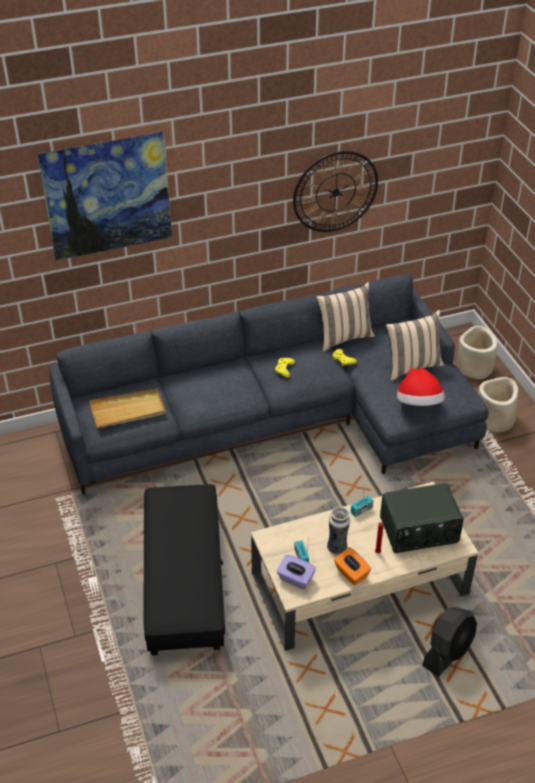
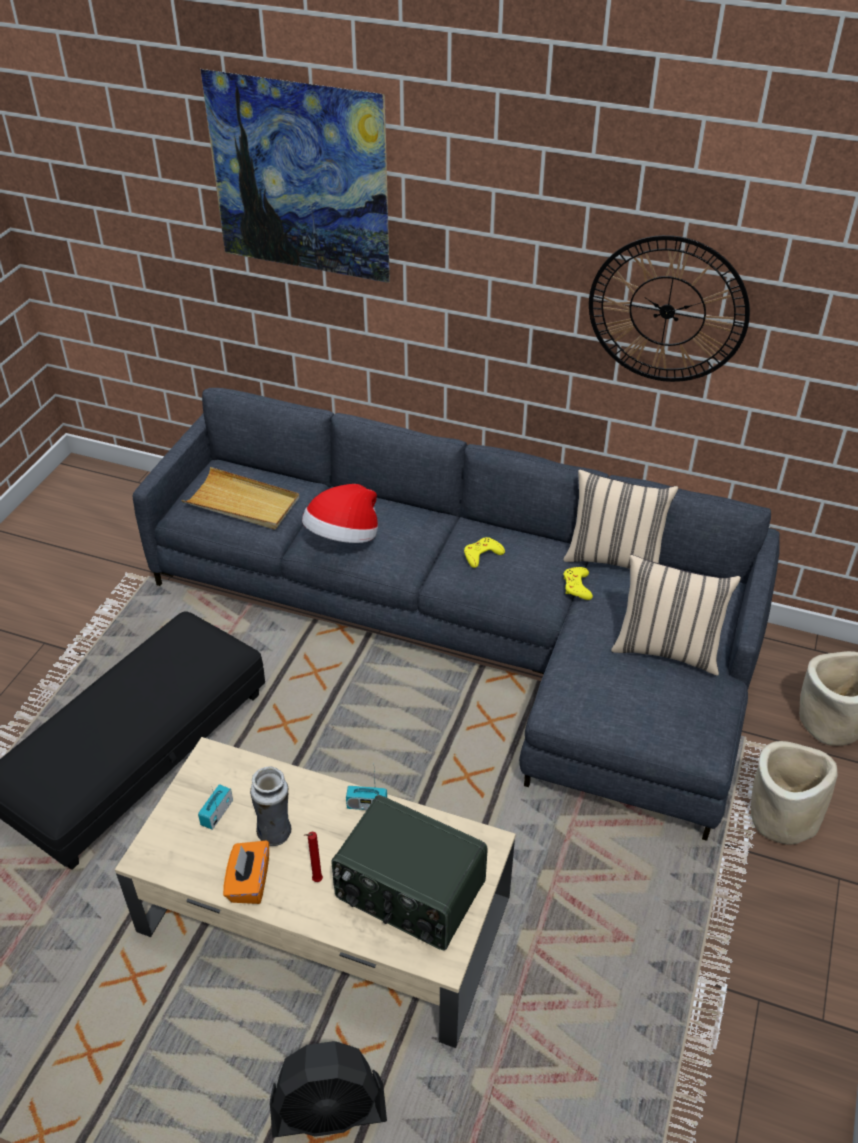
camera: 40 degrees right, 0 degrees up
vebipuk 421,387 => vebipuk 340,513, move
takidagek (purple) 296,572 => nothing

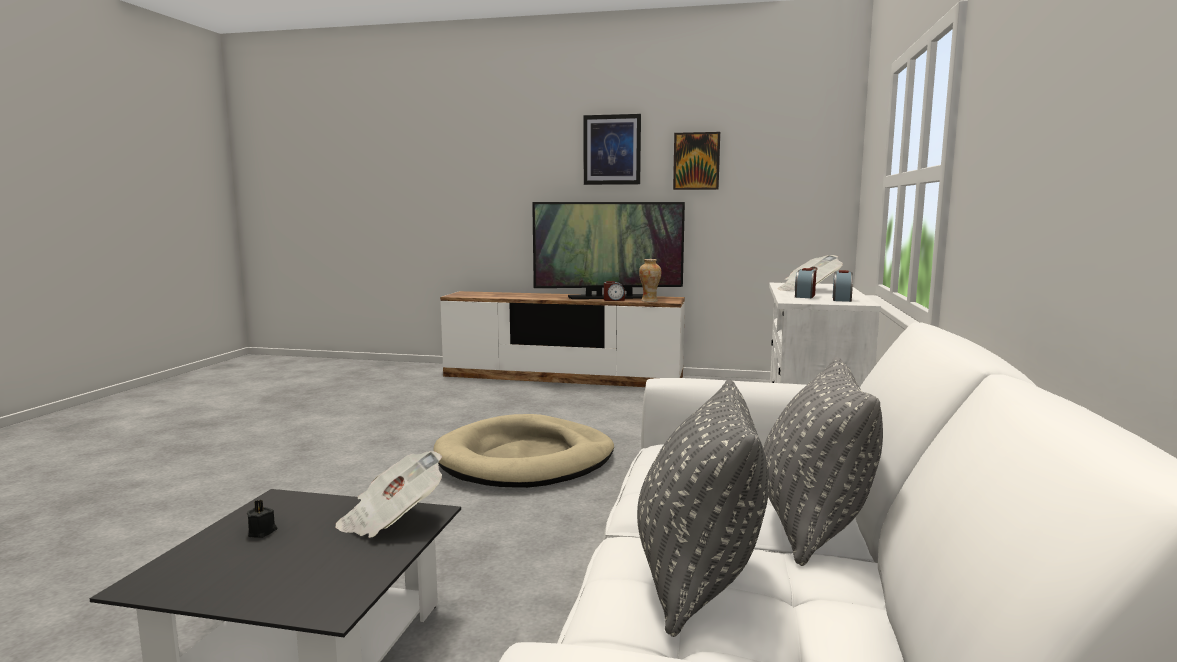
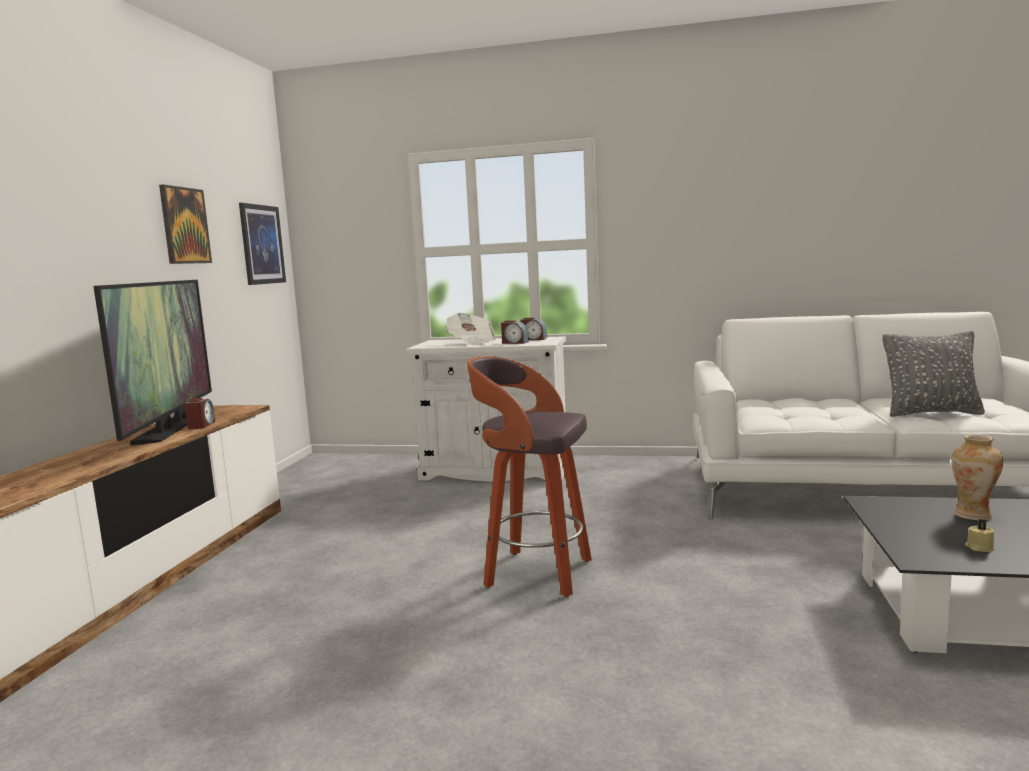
camera: 90 degrees left, 0 degrees up
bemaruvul 612,149 => bemaruvul 262,244, move
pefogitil 650,280 => pefogitil 977,477, move
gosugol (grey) 823,461 => nothing
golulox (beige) 523,451 => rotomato 529,476
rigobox 389,494 => nothing
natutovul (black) 262,519 => natutovul (beige) 980,535

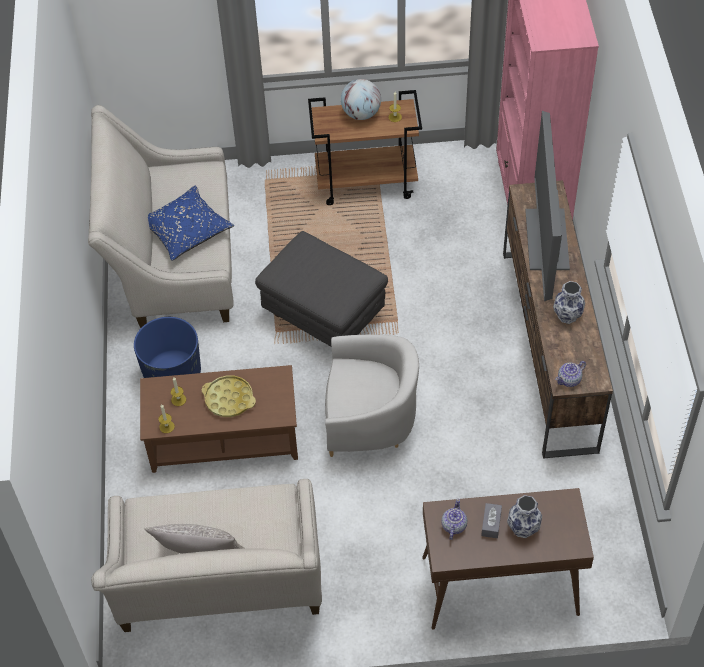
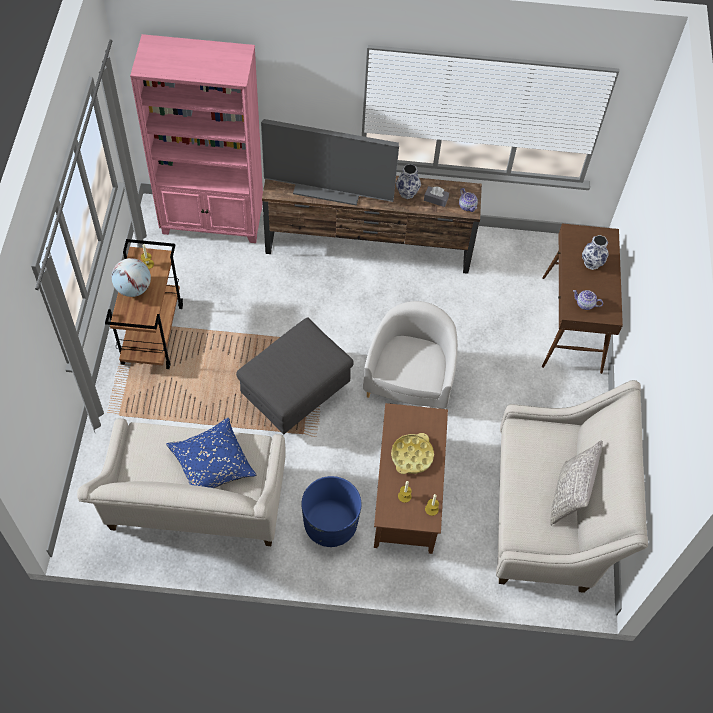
camera: 85 degrees left, 5 degrees up
takidagek (grey) 491,520 => takidagek (grey) 436,196, move

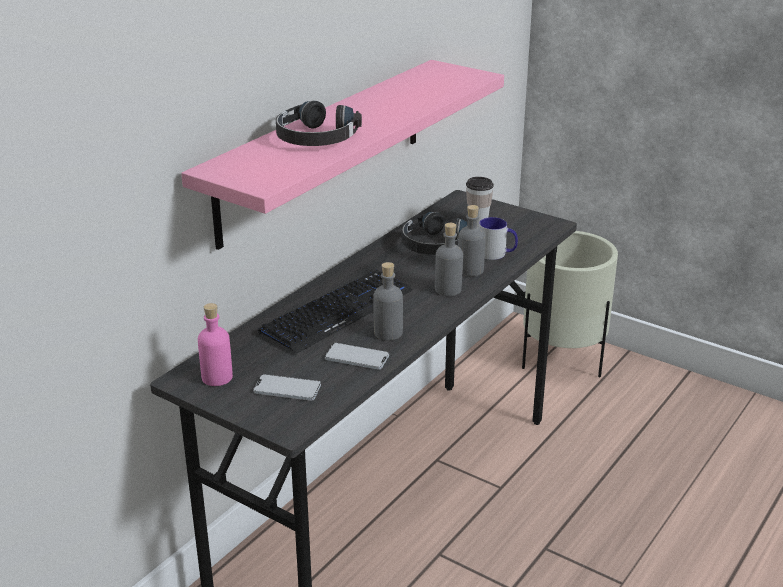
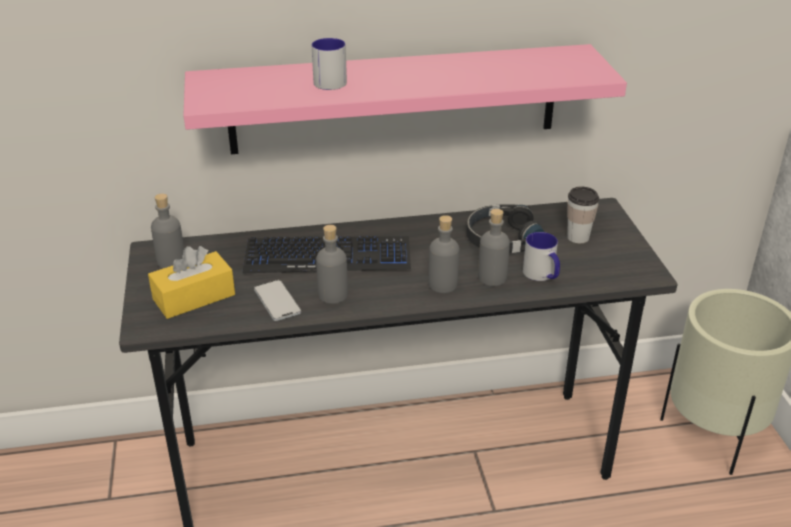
camera: 45 degrees right, 5 degrees up
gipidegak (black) 319,123 => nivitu 329,64
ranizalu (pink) 215,344 => ranizalu (grey) 167,231
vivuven 287,387 => takidagek (yellow) 191,282

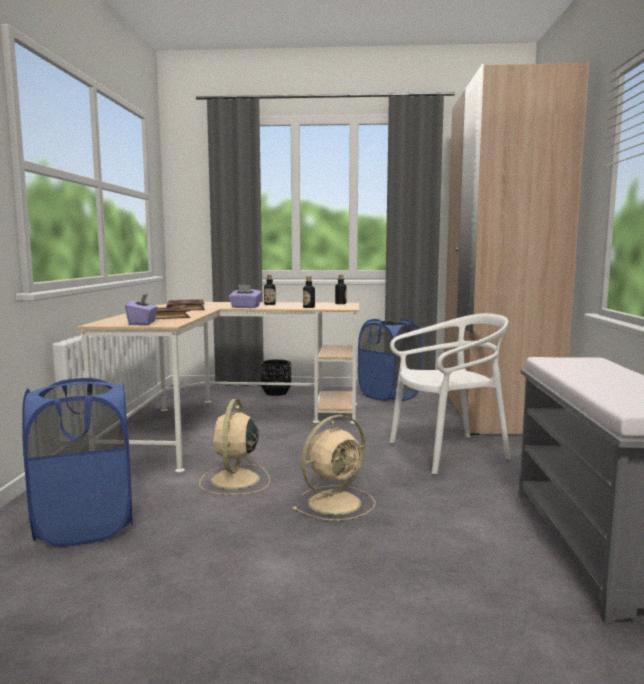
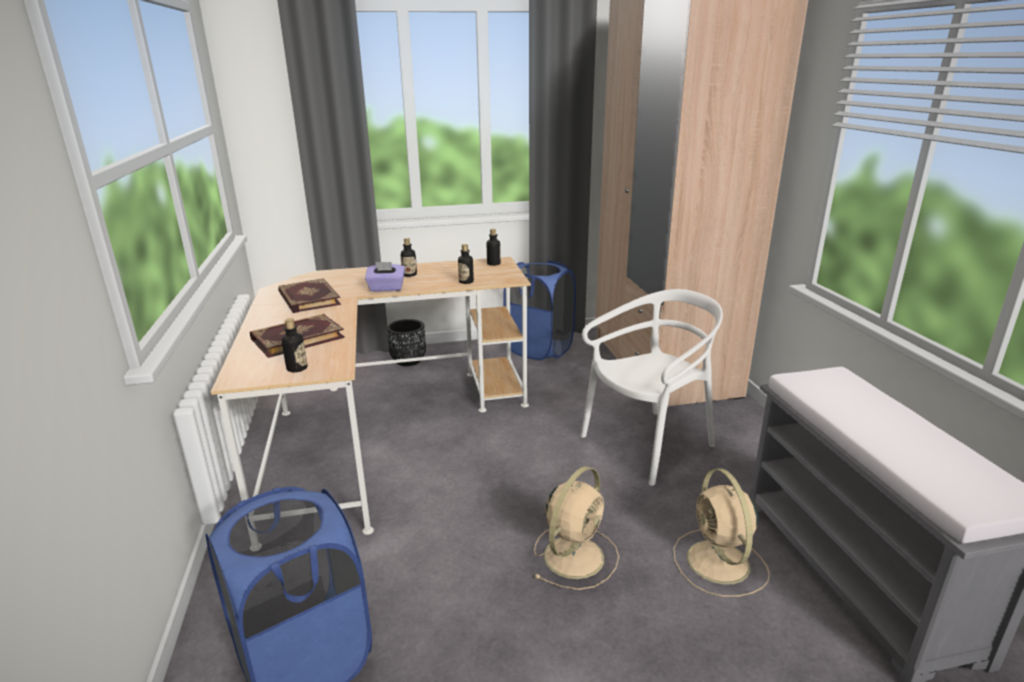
camera: 15 degrees left, 15 degrees up
takidagek (purple) 141,309 => ranizalu 294,345
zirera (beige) 234,447 => zirera (beige) 721,532, move

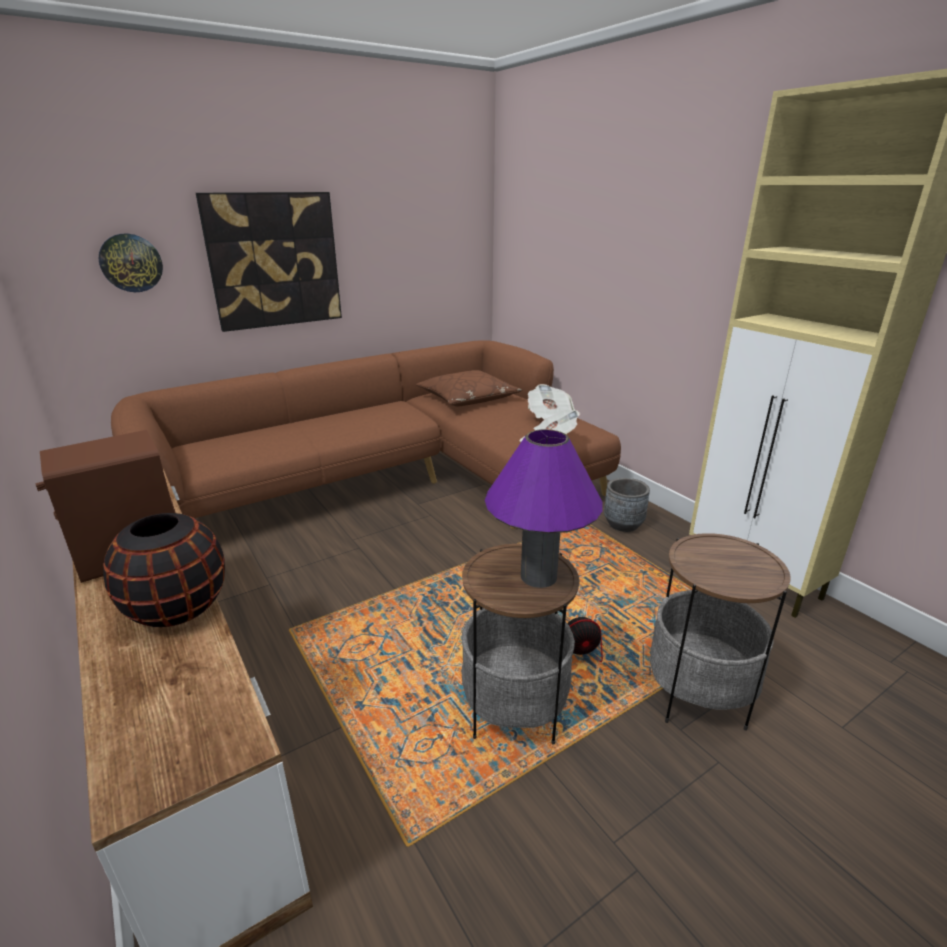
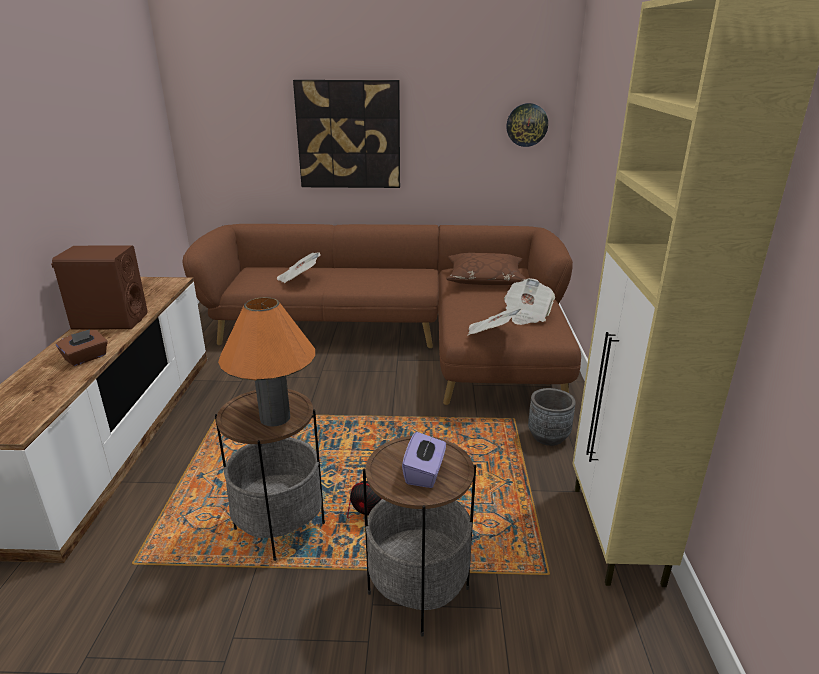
camera: 35 degrees right, 0 degrees up
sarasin 131,263 => sarasin 527,125, move
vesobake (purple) 544,508 => vesobake (orange) 266,362
pefogitil (black) 164,570 => takidagek (brown) 82,347
nothing => rigobox 299,267
nothing => takidagek (purple) 424,460

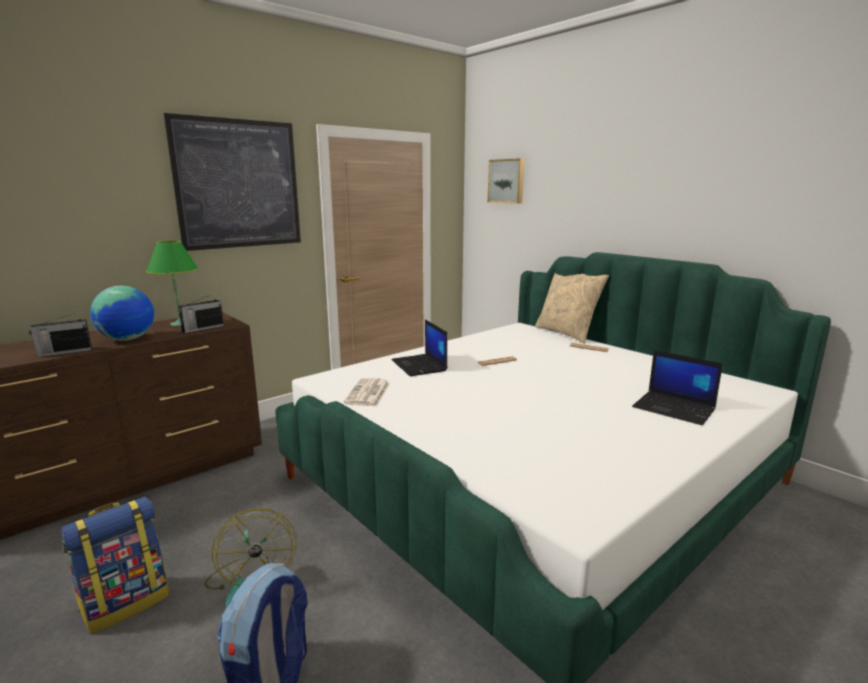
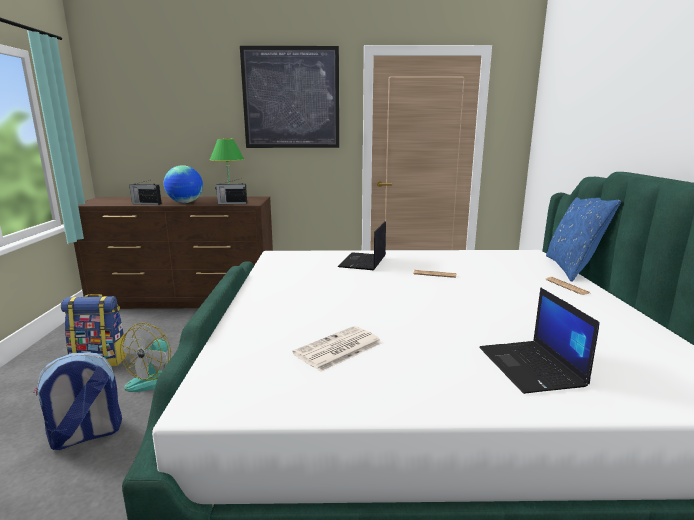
camera: 40 degrees right, 0 degrees up
bemaruvul 506,181 => nothing
gosugol (beige) 572,308 => gosugol (blue) 583,239
rigobox 367,392 => rigobox 337,349, move

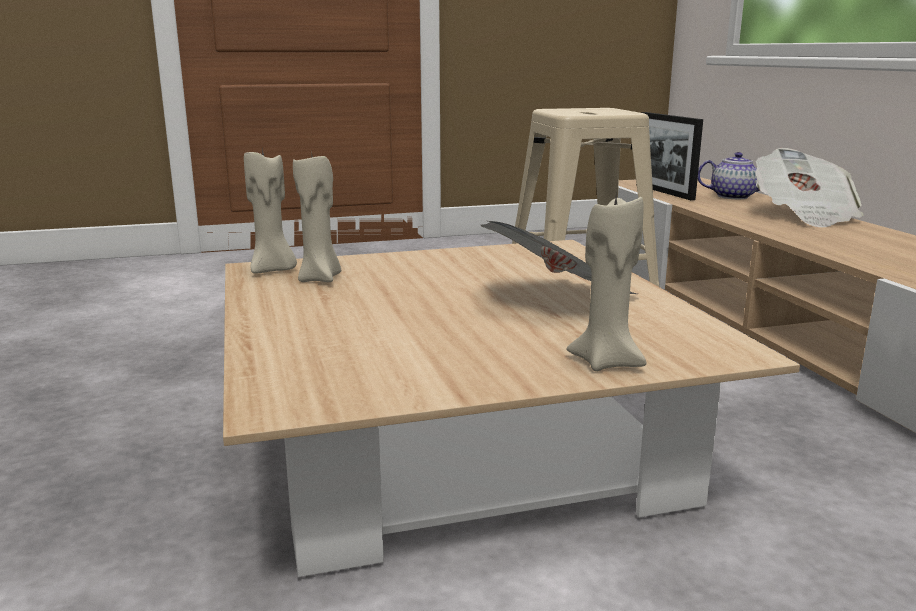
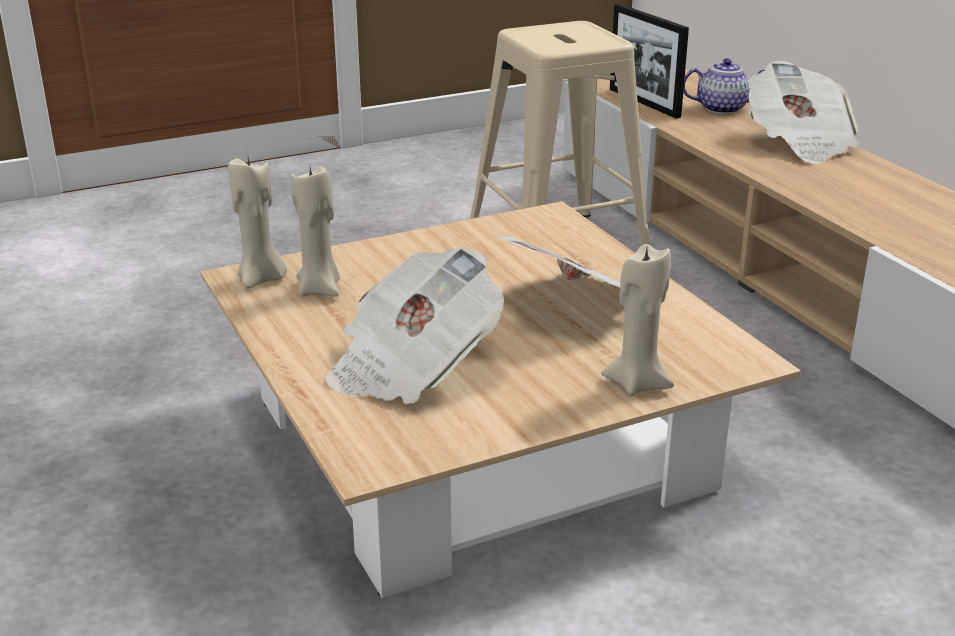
camera: 10 degrees left, 10 degrees up
nothing => rigobox 415,326

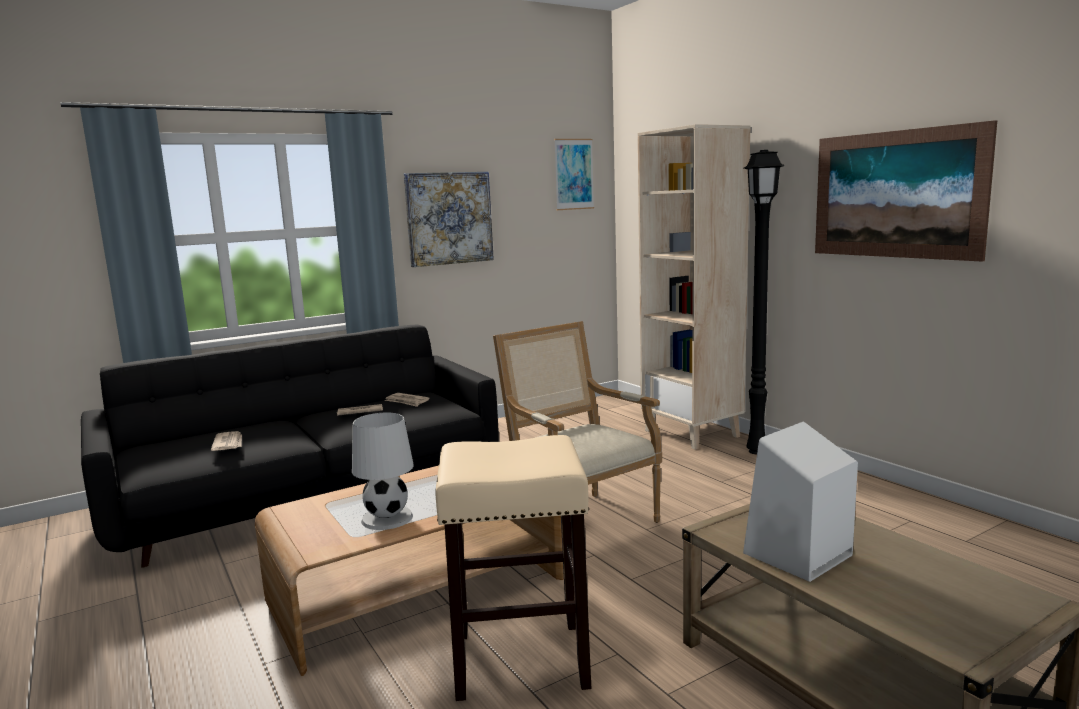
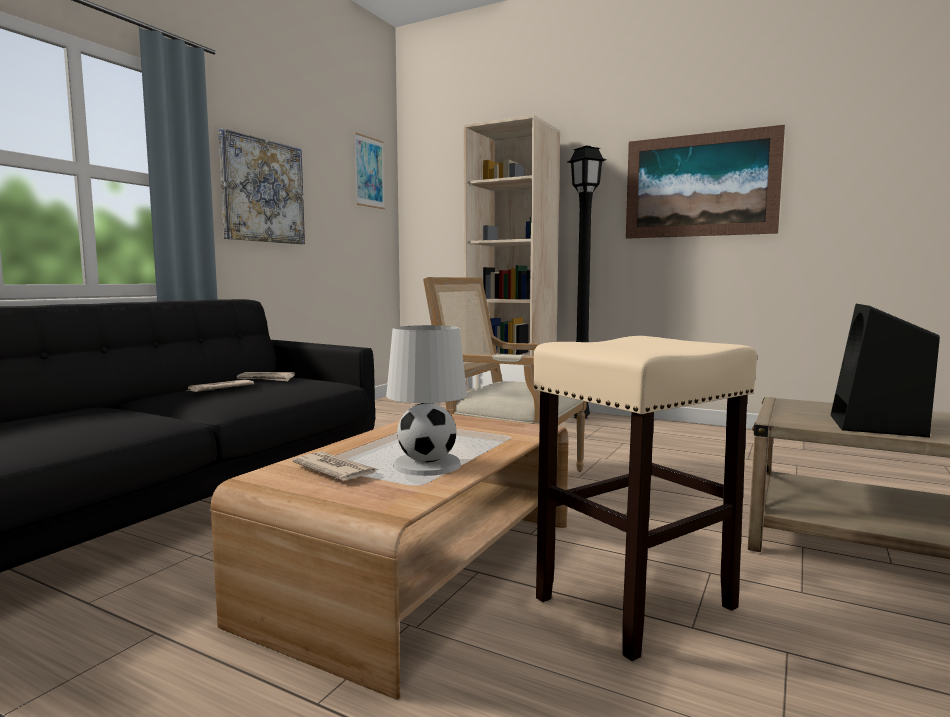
camera: 30 degrees left, 5 degrees down
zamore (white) 800,501 => zamore (black) 885,370
rigobox 226,441 => rigobox 335,466, move

